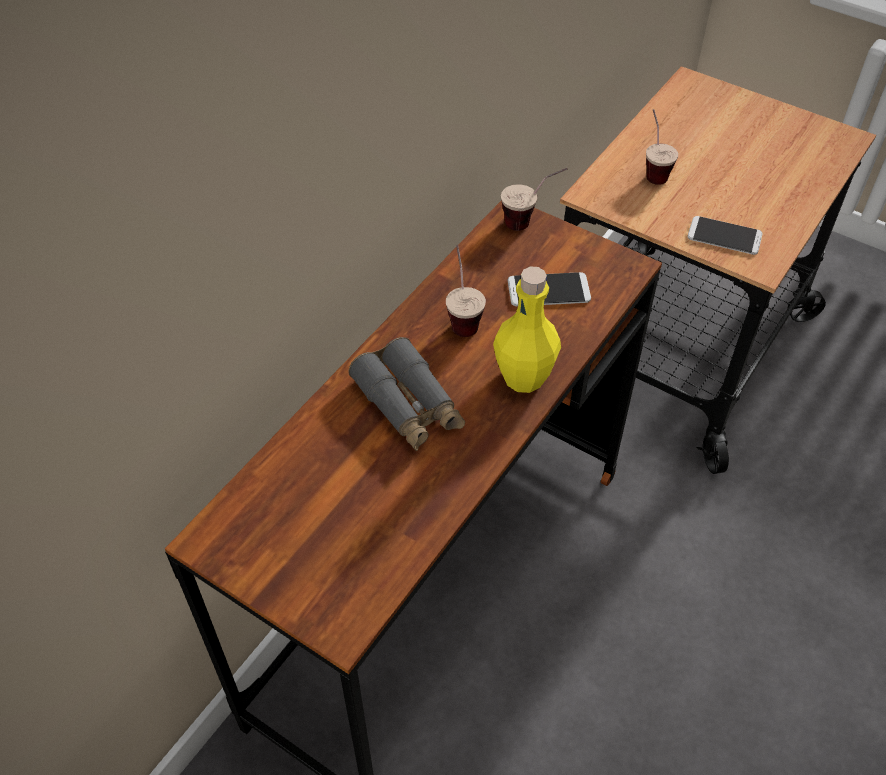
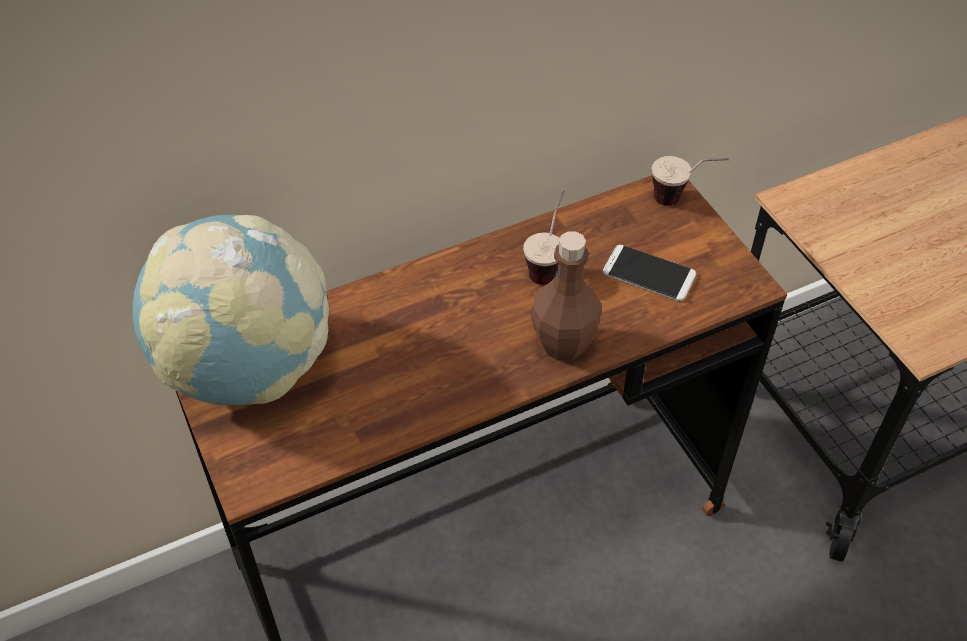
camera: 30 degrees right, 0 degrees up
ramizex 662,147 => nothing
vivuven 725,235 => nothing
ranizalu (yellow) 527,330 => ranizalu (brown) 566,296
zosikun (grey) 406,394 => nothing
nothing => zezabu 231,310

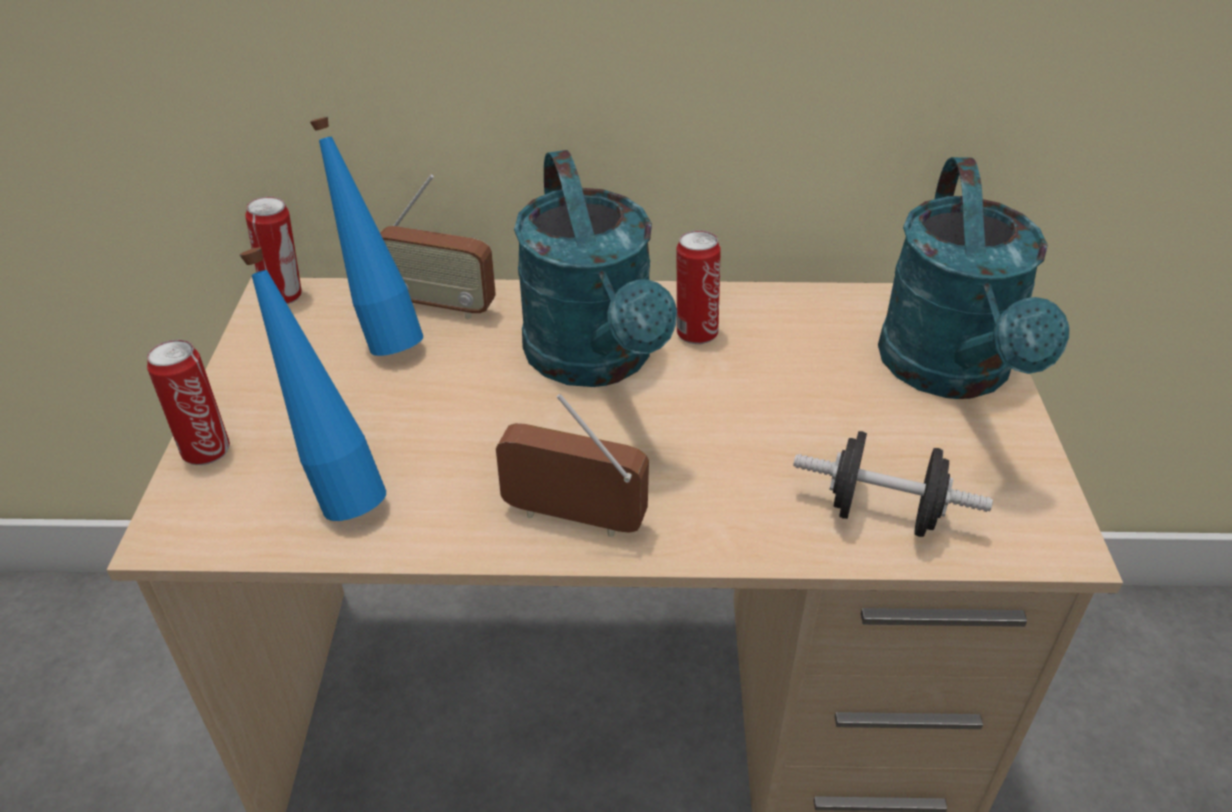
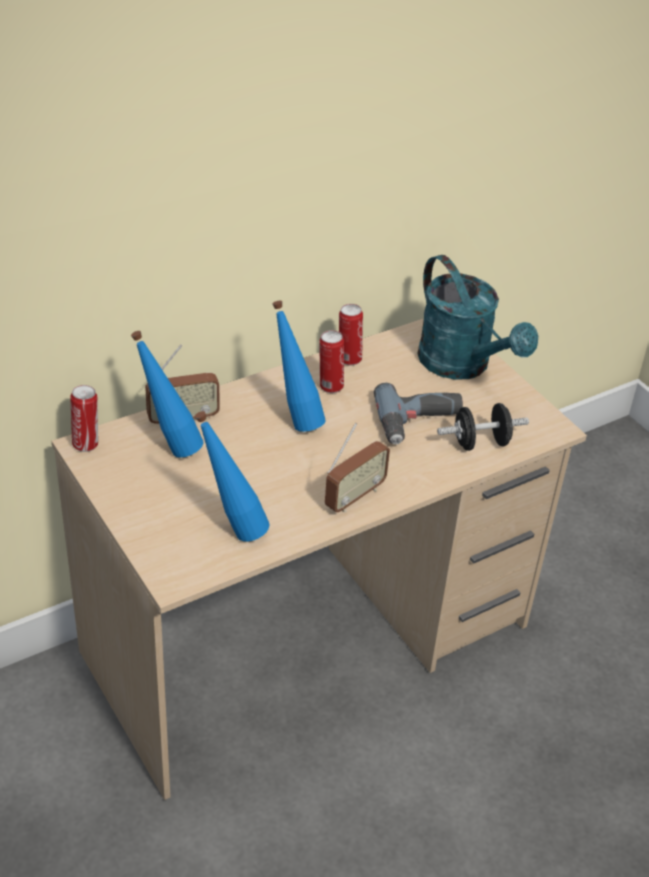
camera: 35 degrees left, 0 degrees up
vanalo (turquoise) 595,268 => ranizalu (blue) 299,366
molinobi 188,402 => molinobi 351,334, move
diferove 572,465 => diferove 357,467, 150 degrees clockwise
nothing => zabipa 418,414

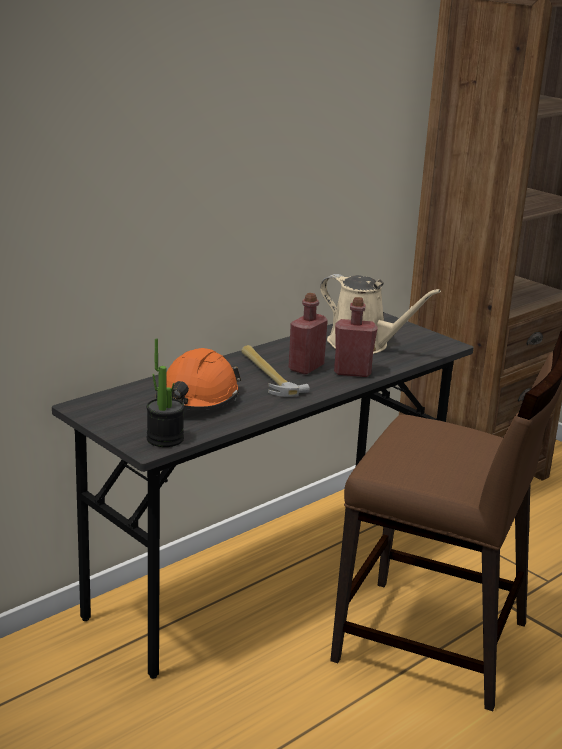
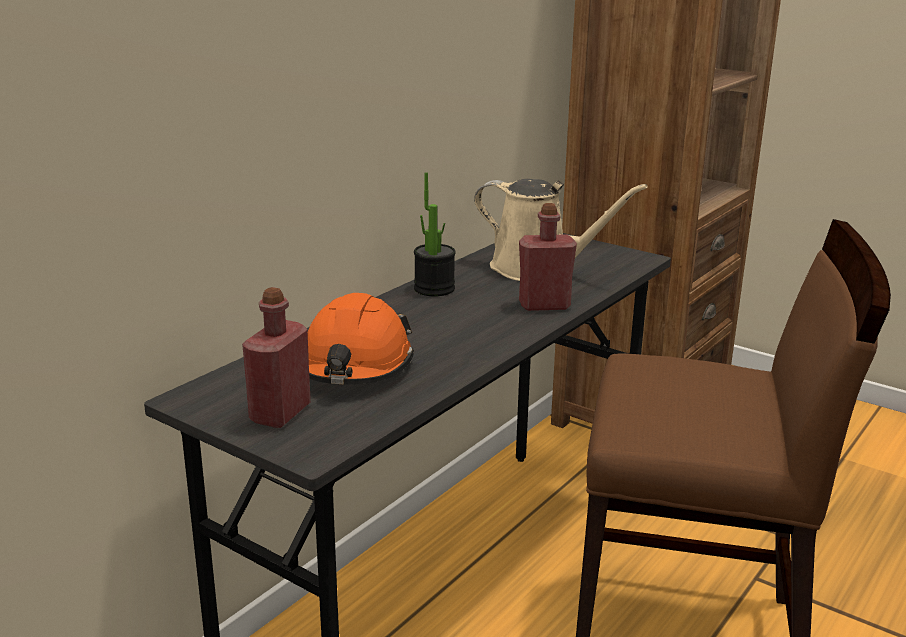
camera: 10 degrees left, 0 degrees up
ranizalu (red) 308,334 => ranizalu (red) 276,357, move
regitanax 165,392 => regitanax 434,234, move
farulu 275,371 => nothing

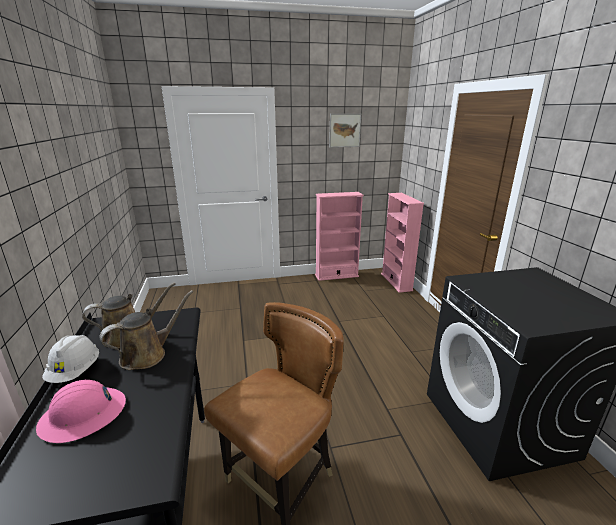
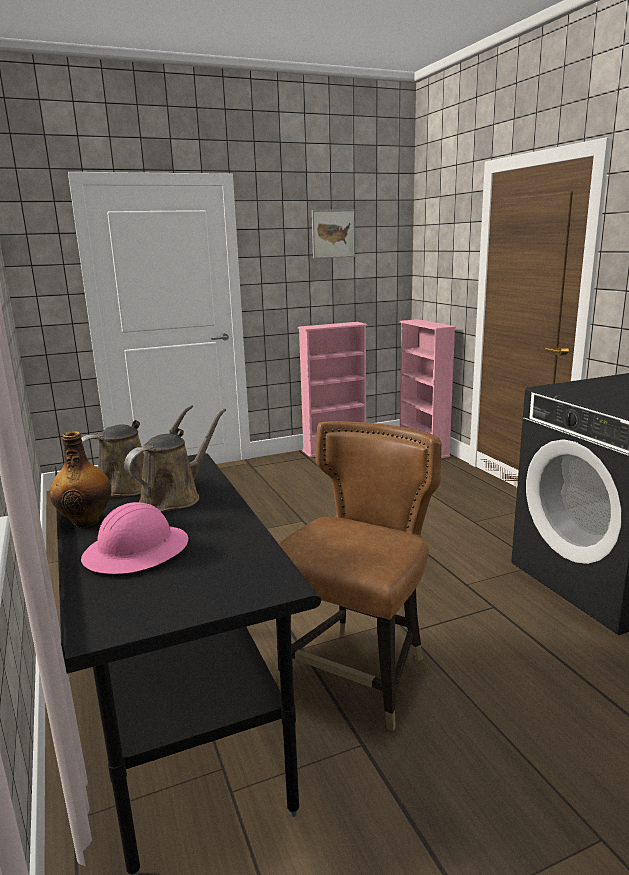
camera: 10 degrees left, 5 degrees down
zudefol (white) 70,359 => ranizalu 80,479

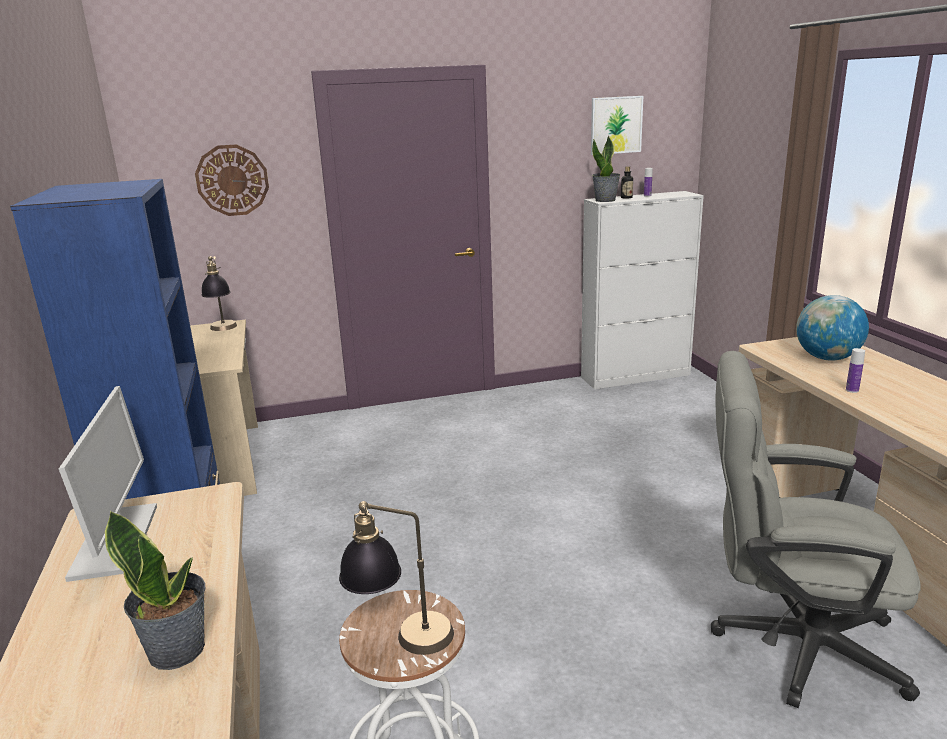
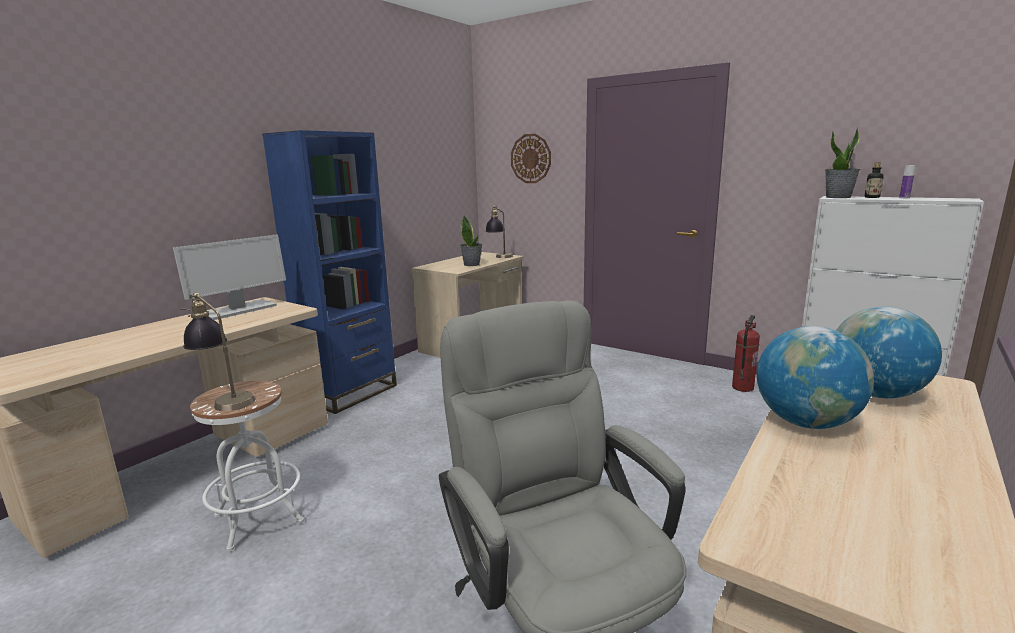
camera: 50 degrees right, 5 degrees down
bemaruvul 617,125 => nothing
ranizalu 855,370 => zezabu 815,377
regitanax 155,590 => regitanax 471,240, move
nothing => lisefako 746,353

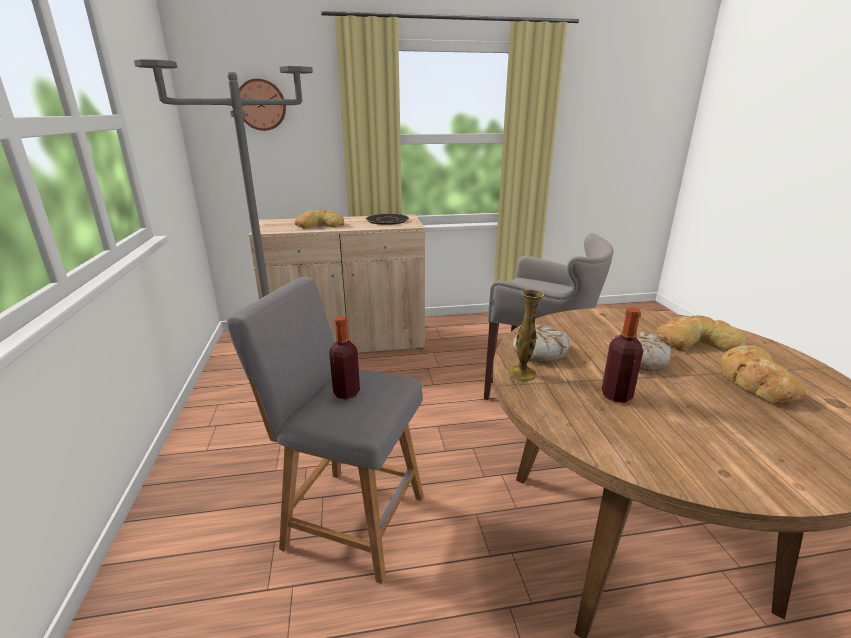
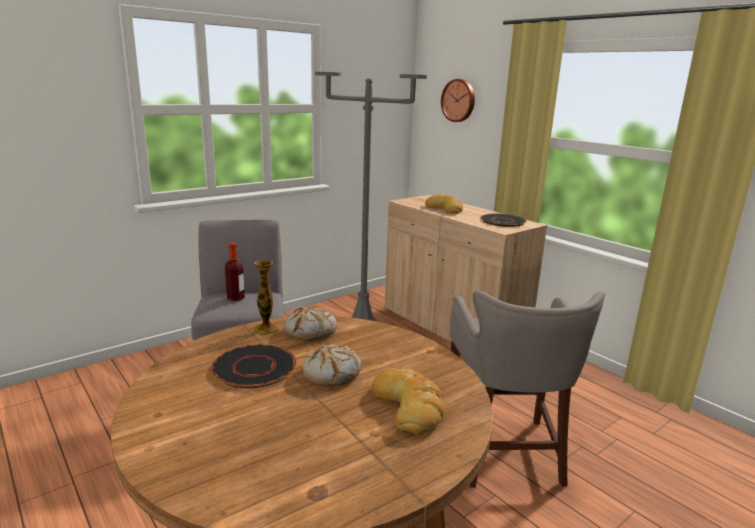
camera: 60 degrees right, 5 degrees down
ranizalu 622,355 => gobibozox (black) 253,366
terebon 763,375 => nothing

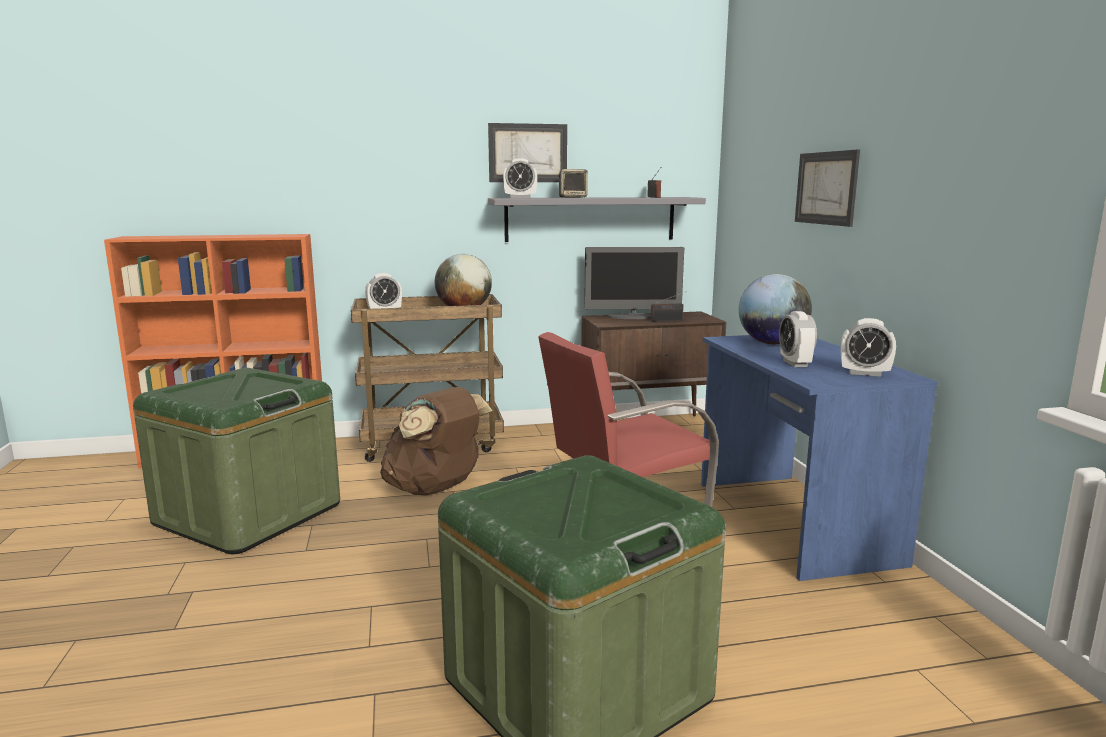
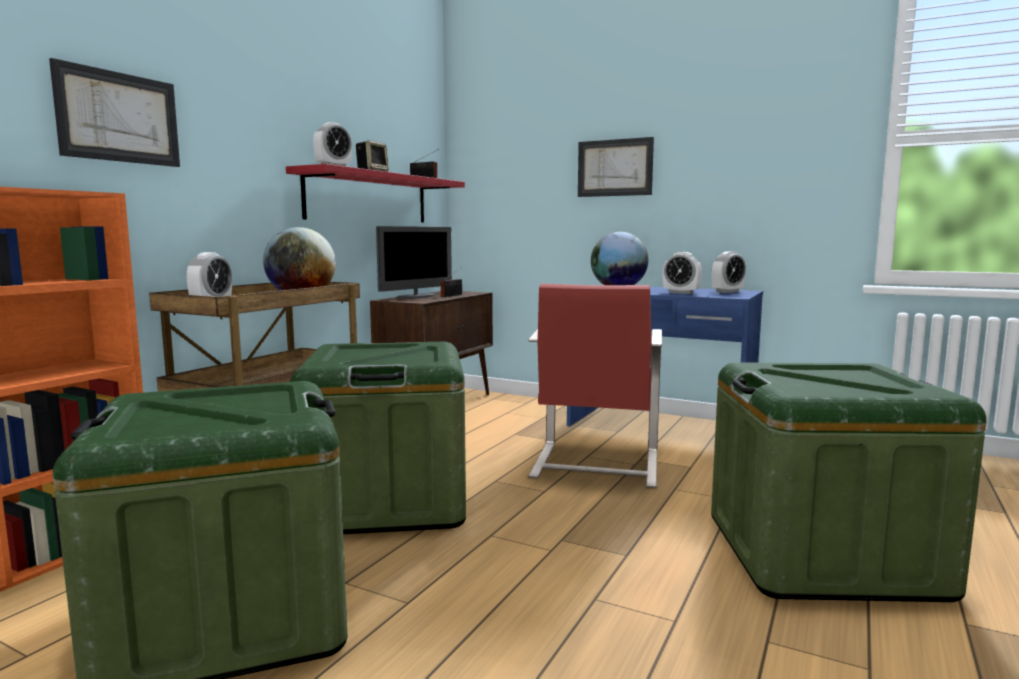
camera: 50 degrees left, 5 degrees down
bemaruvul 527,152 => bemaruvul 114,112, move
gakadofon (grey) 597,219 => gakadofon (red) 375,193
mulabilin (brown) 436,441 => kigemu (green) 378,438

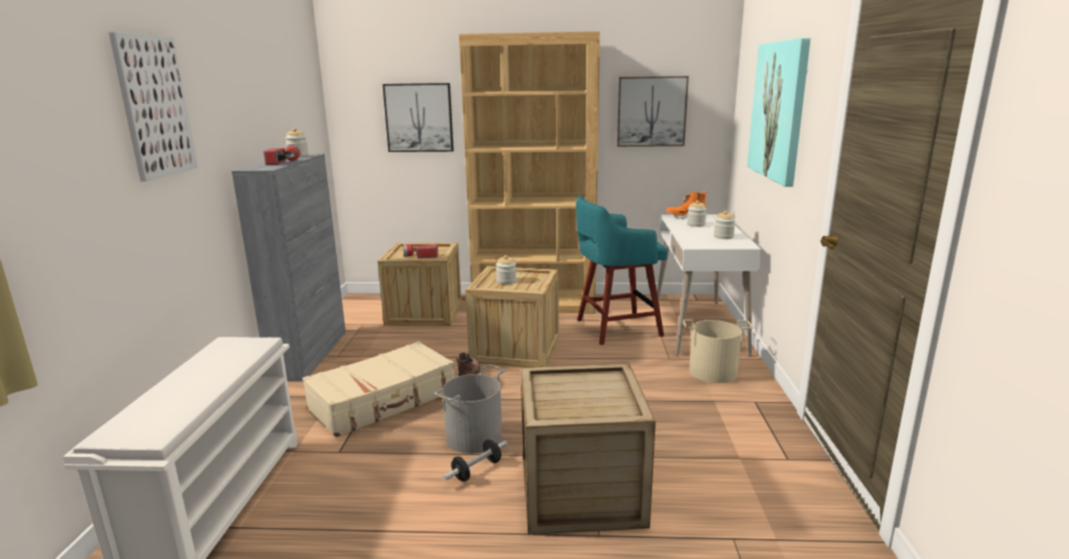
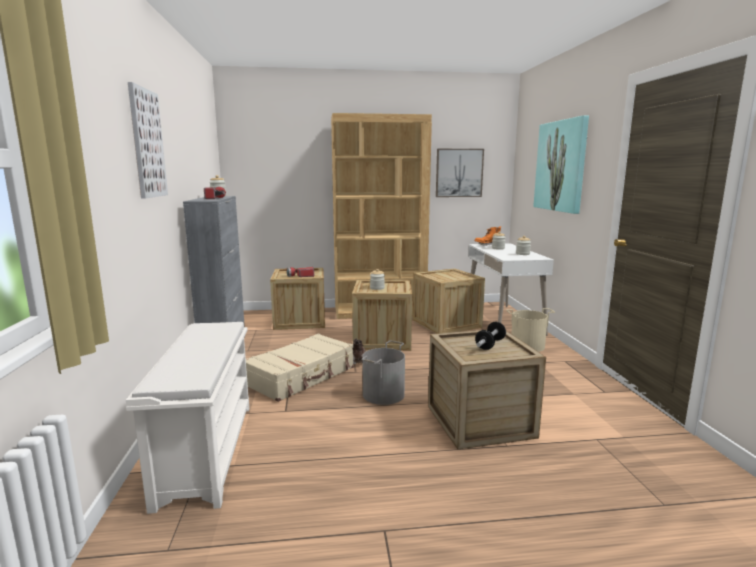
camera: 10 degrees left, 5 degrees down
bemaruvul 418,117 => nothing
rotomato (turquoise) 622,270 => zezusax 448,301
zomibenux 475,460 => zomibenux 490,336, move

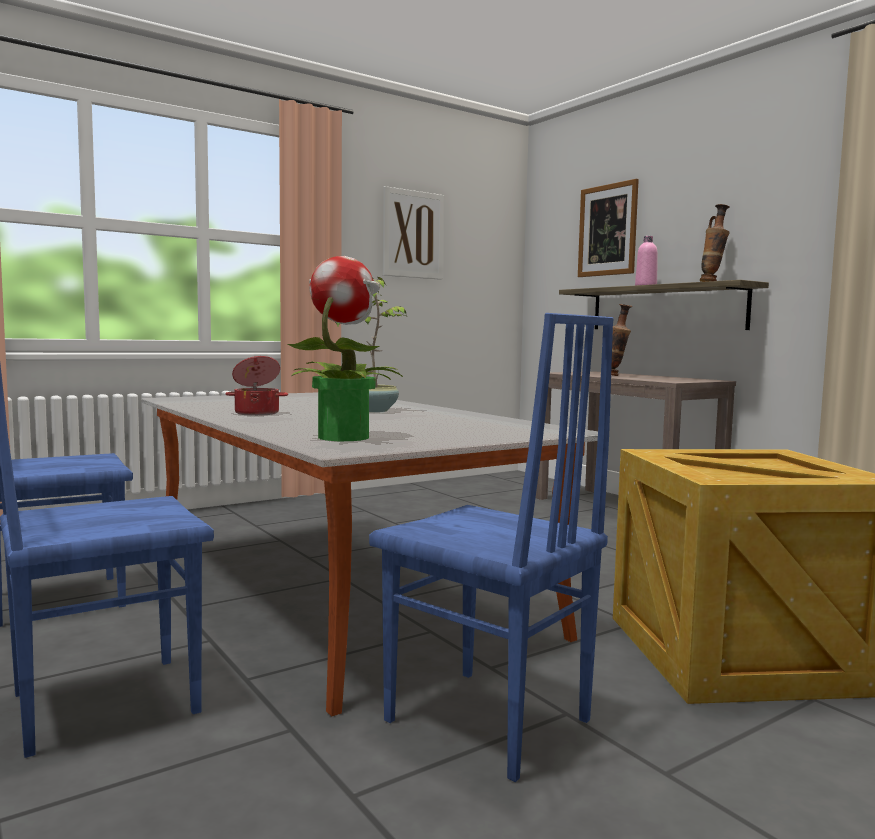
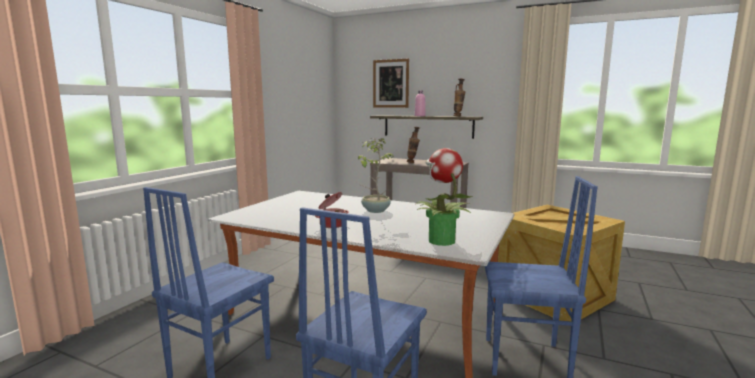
camera: 30 degrees left, 5 degrees up
bemaruvul 413,233 => nothing

